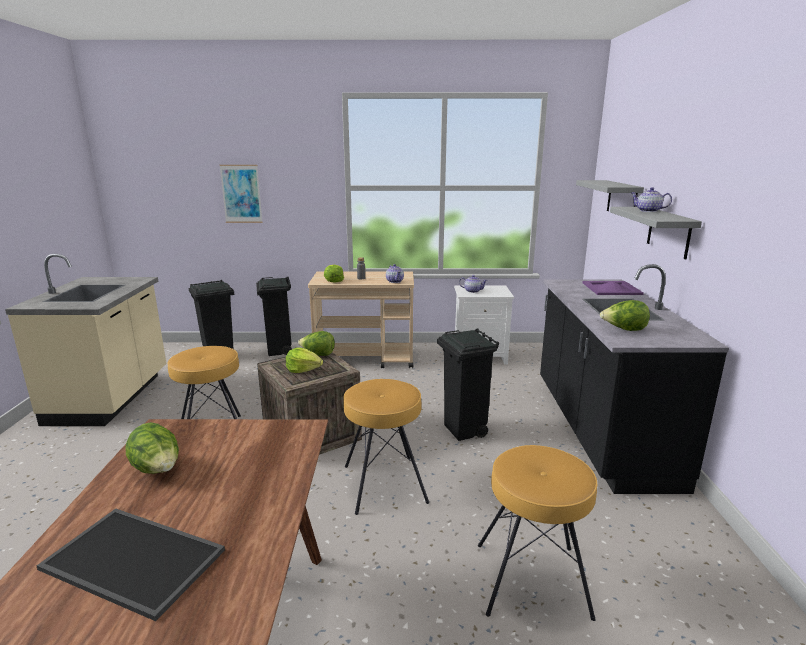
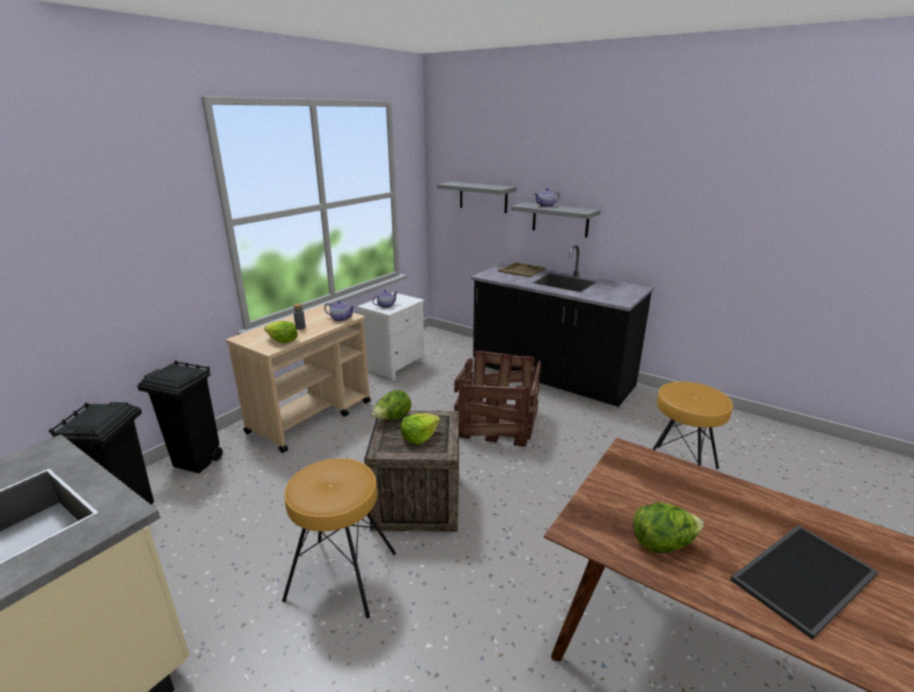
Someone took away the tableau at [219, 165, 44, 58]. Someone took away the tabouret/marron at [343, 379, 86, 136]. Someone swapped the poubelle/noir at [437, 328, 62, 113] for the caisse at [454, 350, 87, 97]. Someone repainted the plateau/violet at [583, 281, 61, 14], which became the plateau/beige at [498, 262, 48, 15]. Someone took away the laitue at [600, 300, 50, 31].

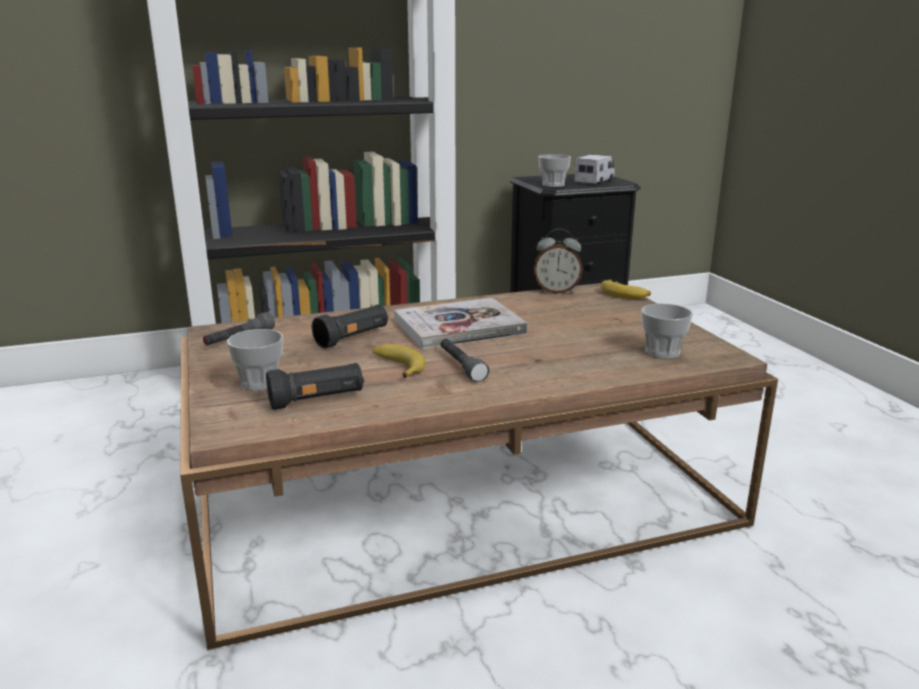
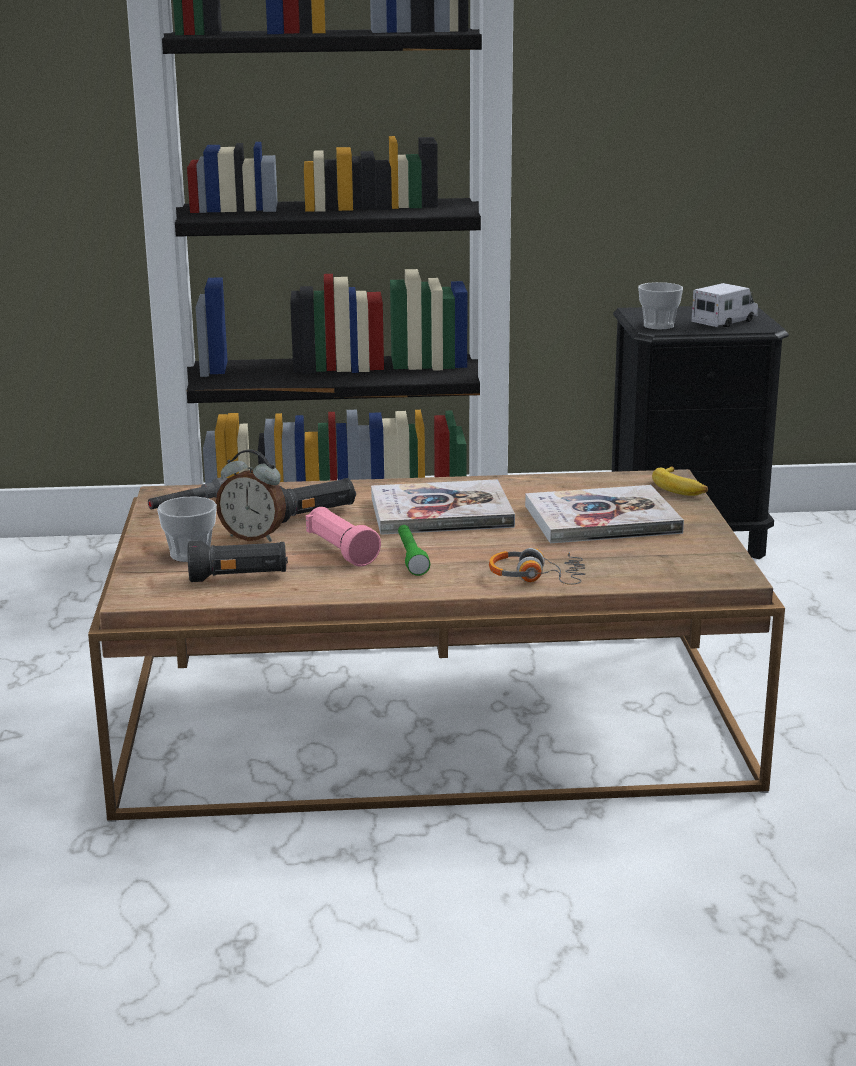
Someone swapped the banane at [373, 344, 52, 34] for the lampe de poche/rose at [306, 507, 75, 60]. Someone repainted the lampe de poche/gris at [441, 339, 48, 43], which became the lampe de poche/vert at [398, 525, 32, 51]. Someone carried the réveil from [534, 229, 49, 65] to [216, 450, 70, 92]. Someone took away the tasse at [641, 303, 52, 56]. Someone put down the casque audio at [489, 548, 97, 37]. Someone put down the livre at [525, 485, 159, 58].

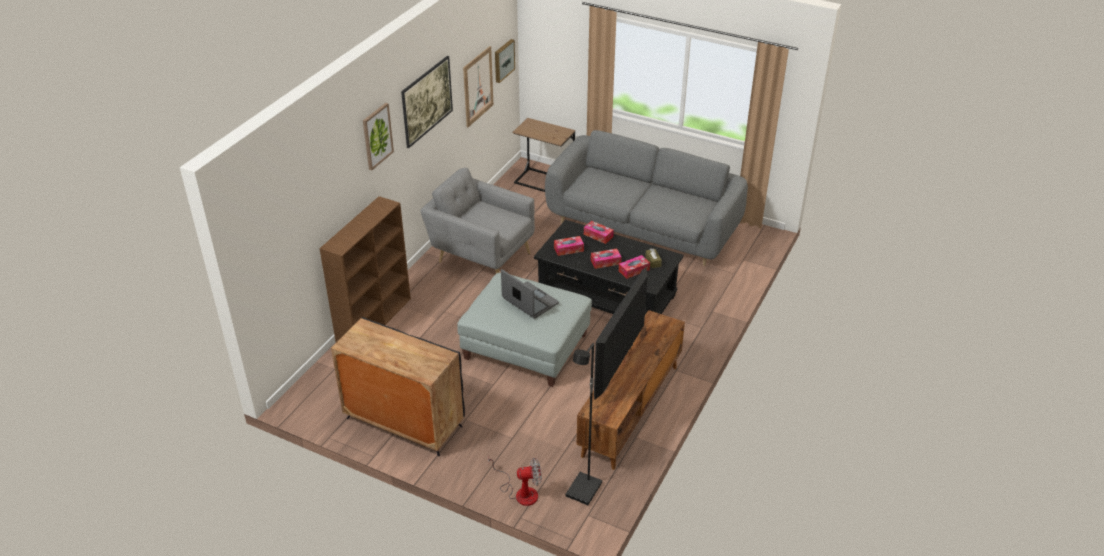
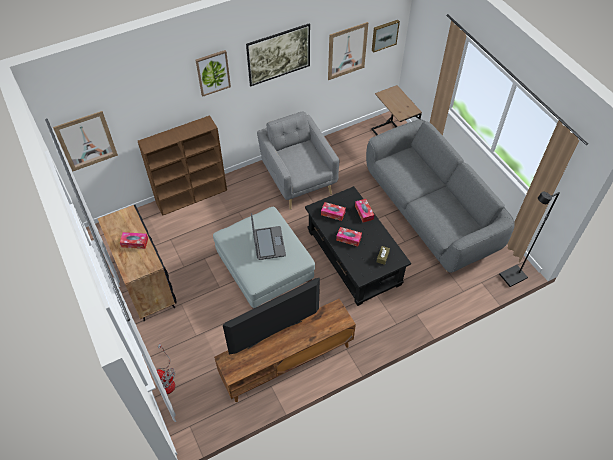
Someone carried the lampadaire/noir from [566, 343, 36, 162] to [499, 192, 61, 95]. Someone carried the boîte à mouchoirs from [619, 255, 31, 24] to [120, 232, 28, 17]. Someone put up the tableau at [53, 111, 65, 61].

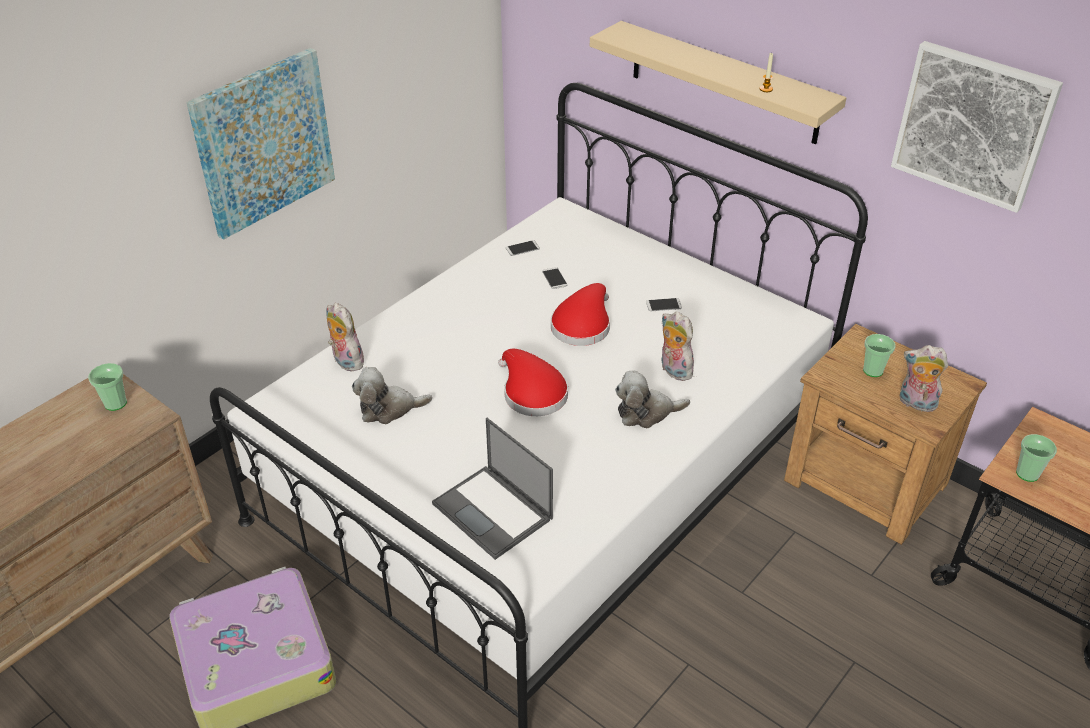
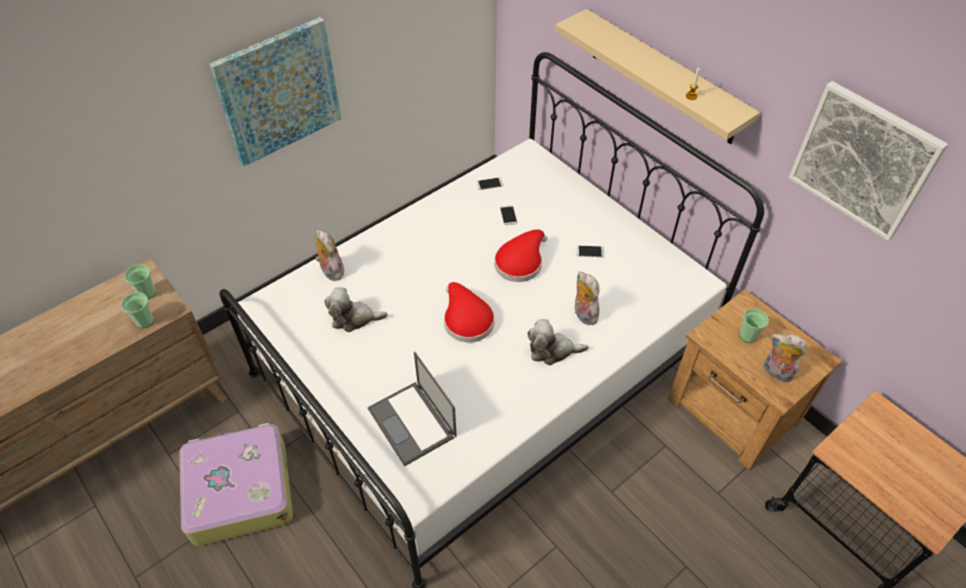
Someone carried the tasse from [1016, 434, 41, 48] to [121, 292, 33, 36].

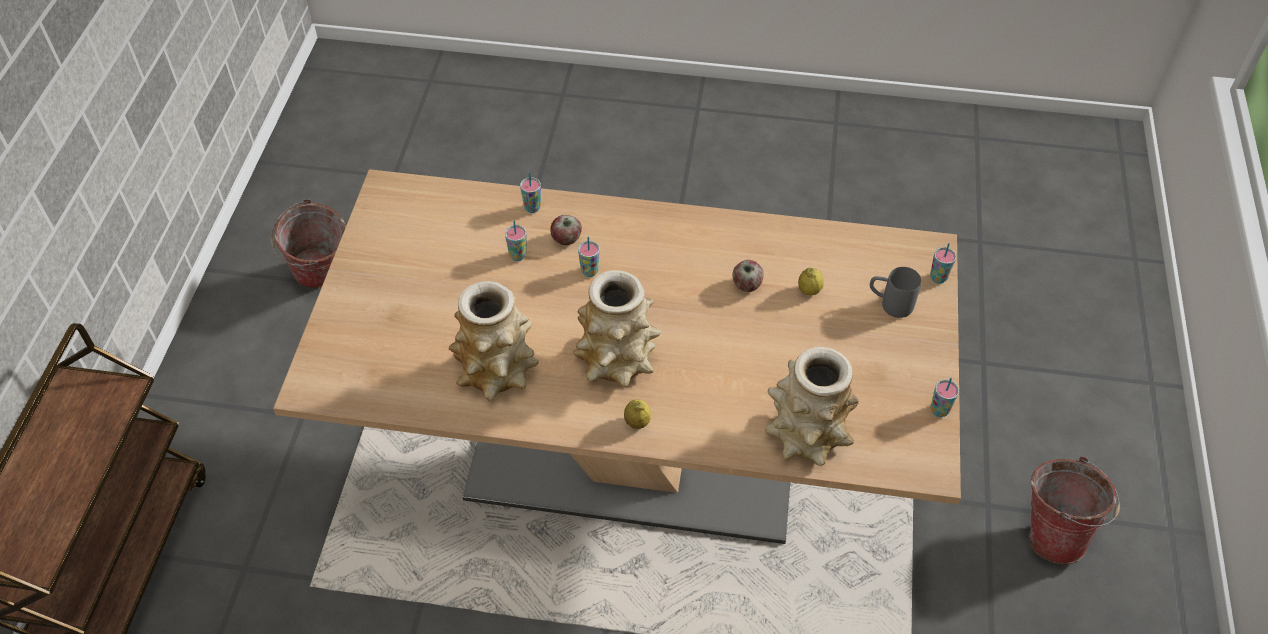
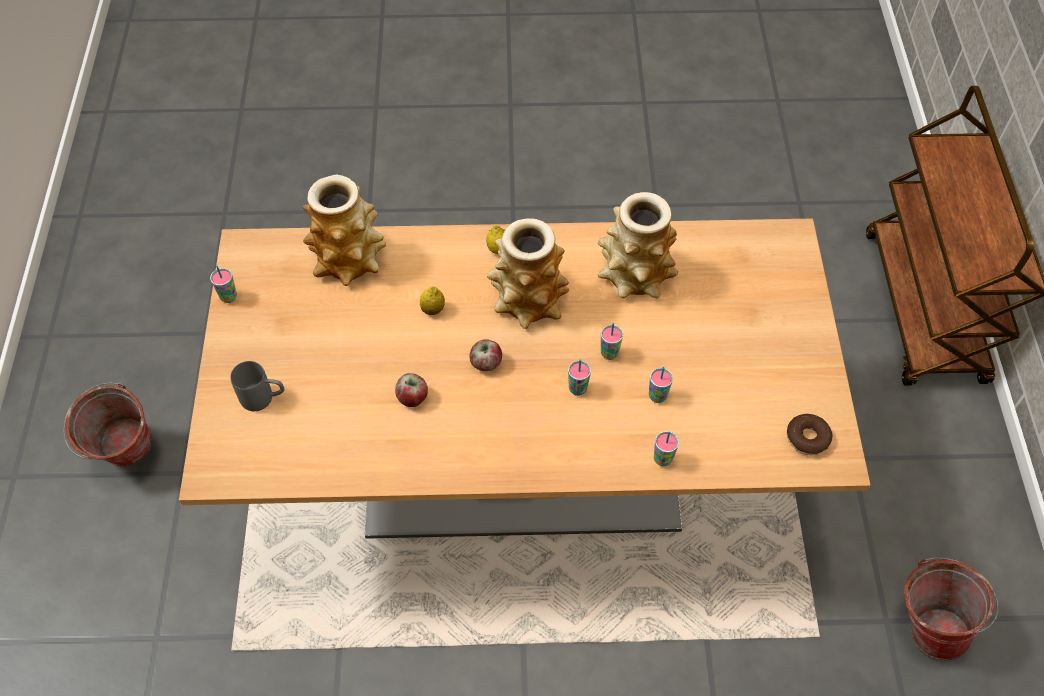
Someone carried the pomme from [550, 215, 32, 30] to [470, 339, 32, 32]. Someone carried the citron from [798, 268, 26, 27] to [420, 286, 25, 29]. Someone carried the tasse from [930, 243, 26, 41] to [601, 323, 22, 37]. Someone put down the beignet at [787, 414, 45, 41].

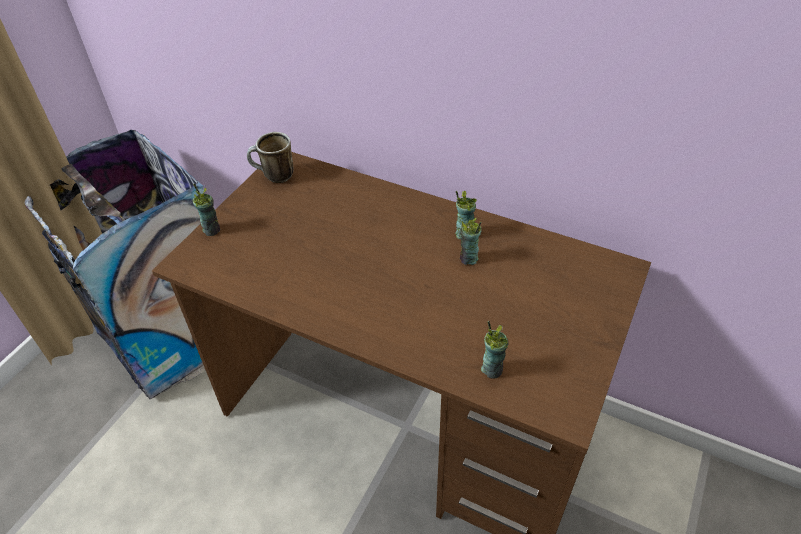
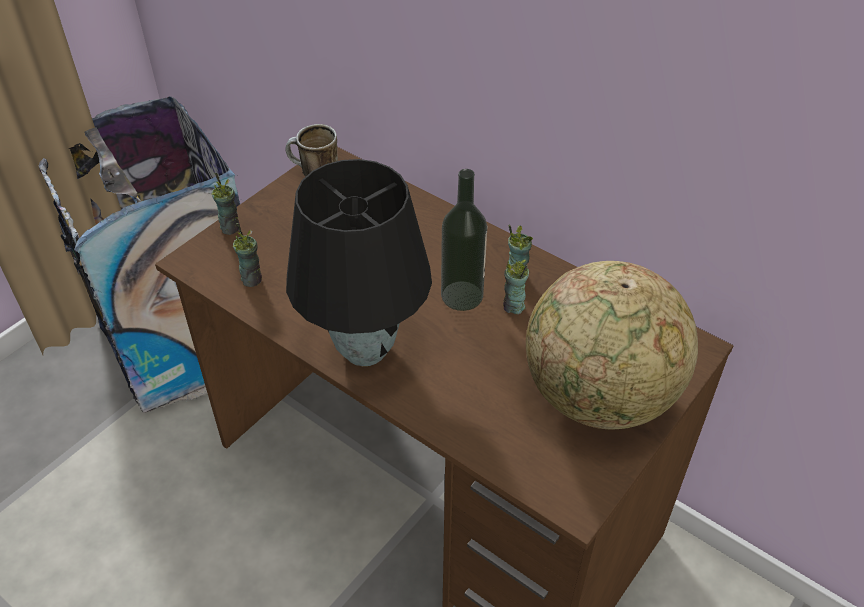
Someone carried the tasse from [481, 321, 27, 57] to [233, 223, 29, 64]. Someone put down the lampe de table/noir at [286, 159, 146, 207]. Someone put down the bouteille at [441, 169, 47, 142]. Someone put down the globe at [526, 261, 172, 169].

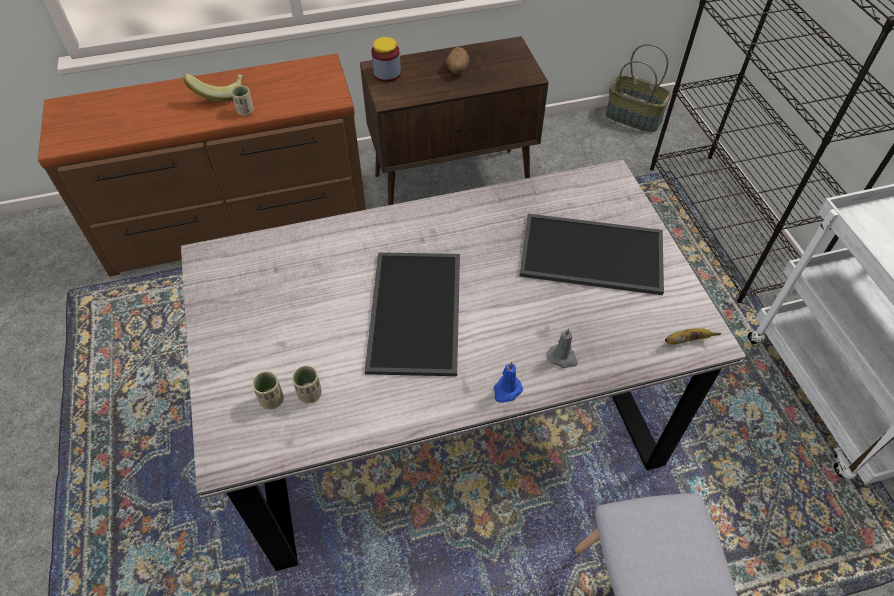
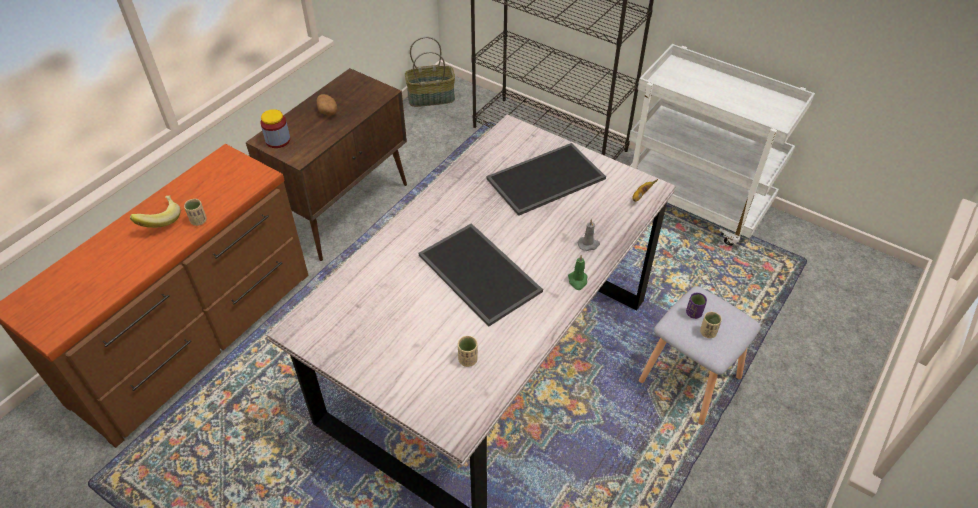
Someone carried the tasse/beige from [252, 371, 32, 39] to [700, 312, 22, 26]. Someone repainted the bougie/bleu at [494, 362, 29, 41], which became the bougie/vert at [568, 255, 20, 35]. Someone put down the tasse/violet at [686, 293, 21, 26].

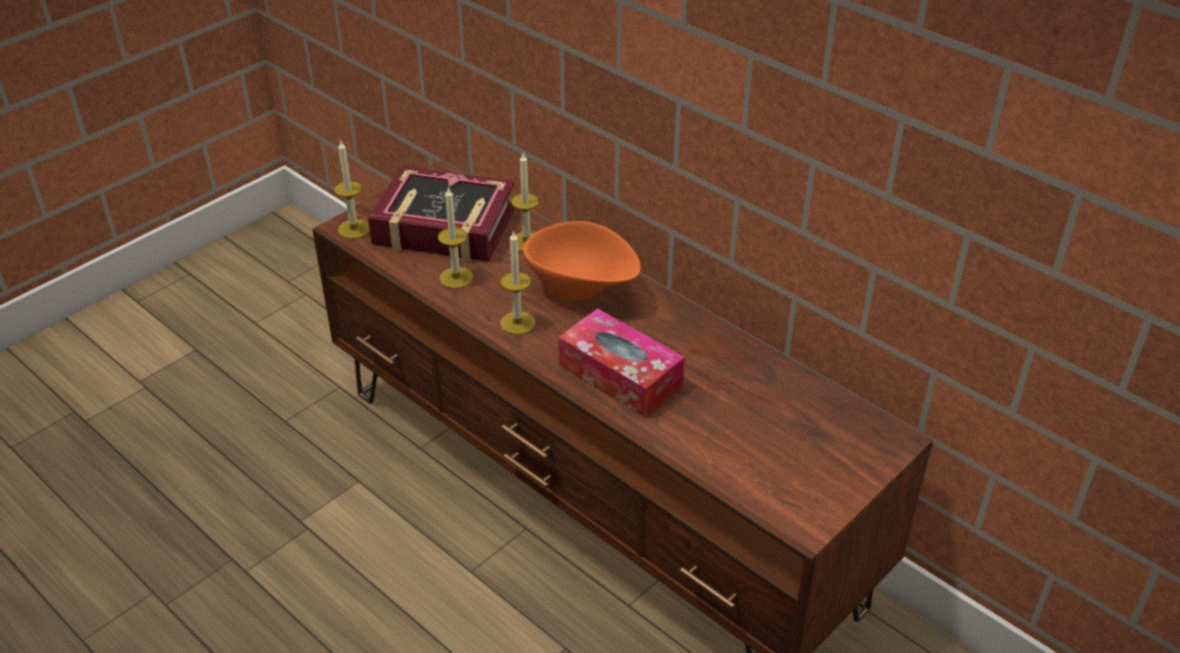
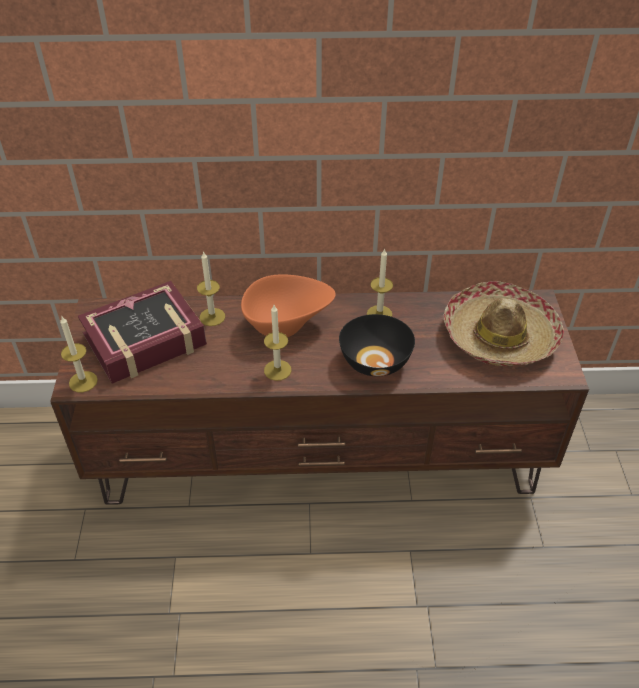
Someone carried the bougie from [438, 186, 35, 103] to [367, 248, 26, 69]. Someone swapped the boîte à mouchoirs at [558, 308, 126, 109] for the bol/noir at [339, 314, 76, 63]. Someone put down the chapeau at [444, 281, 120, 85].

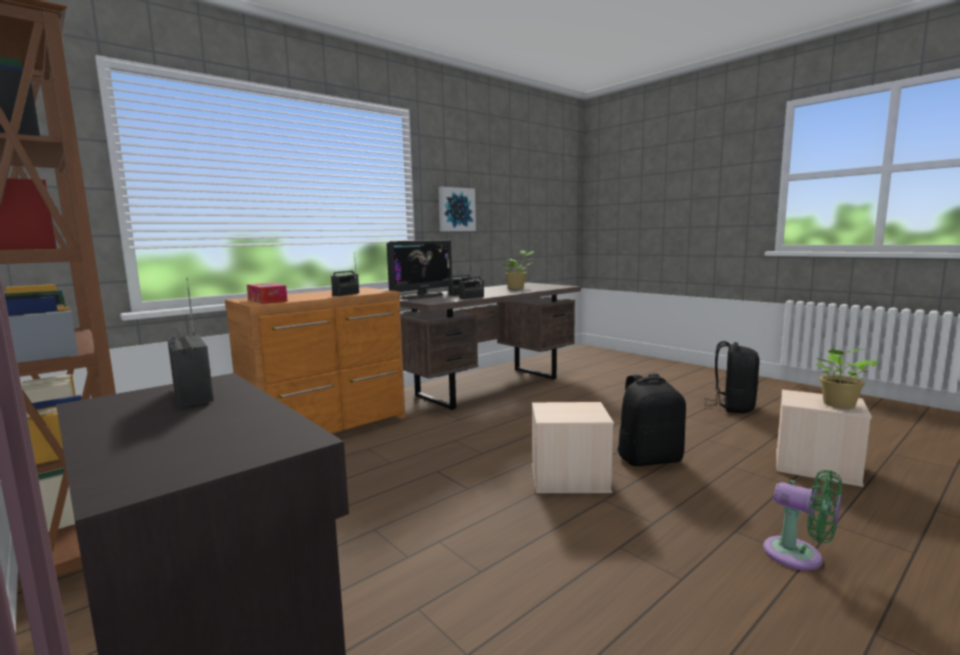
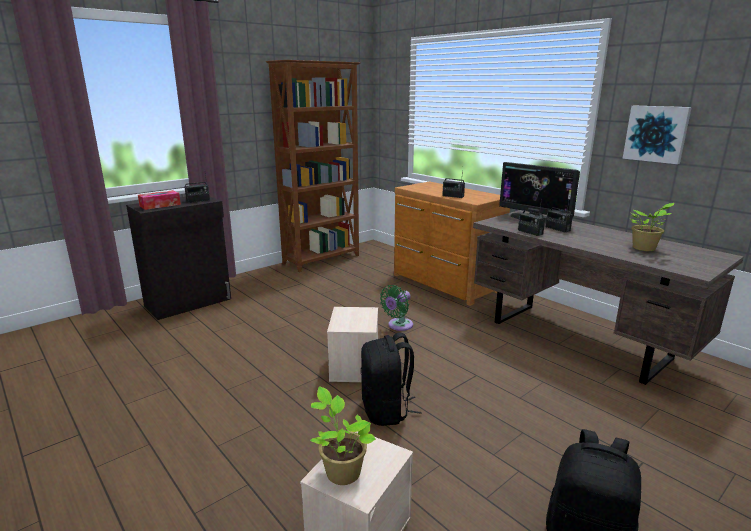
Someone carried the boîte à mouchoirs from [247, 283, 41, 21] to [138, 190, 43, 20]. Someone carried the ventilateur/vert from [763, 470, 79, 101] to [380, 285, 33, 46].

